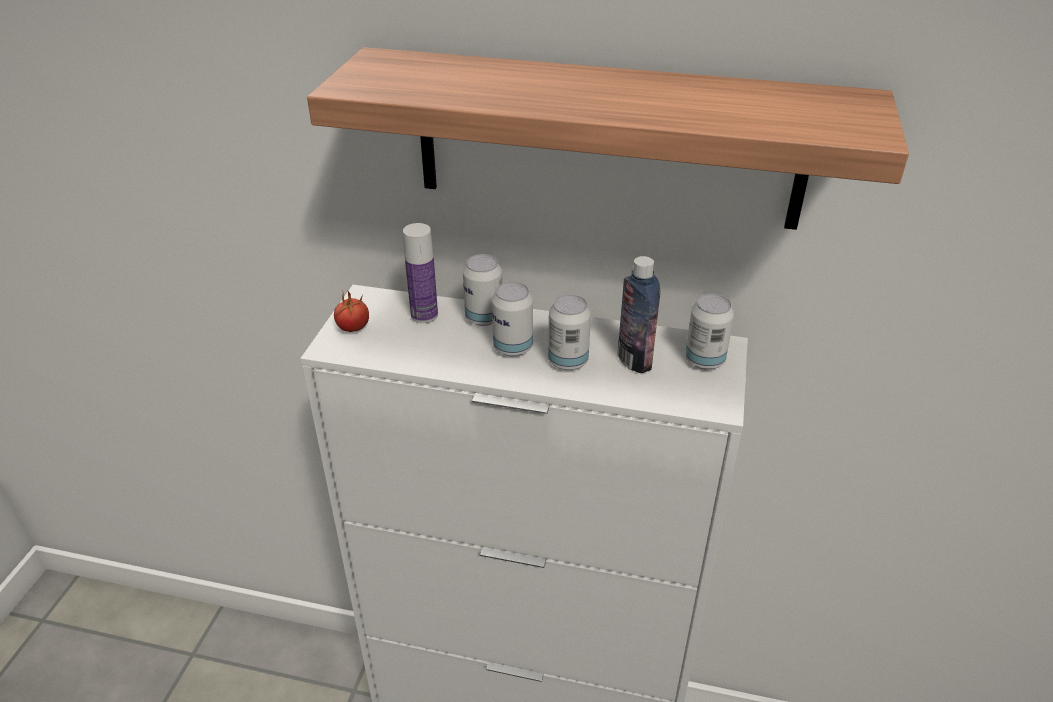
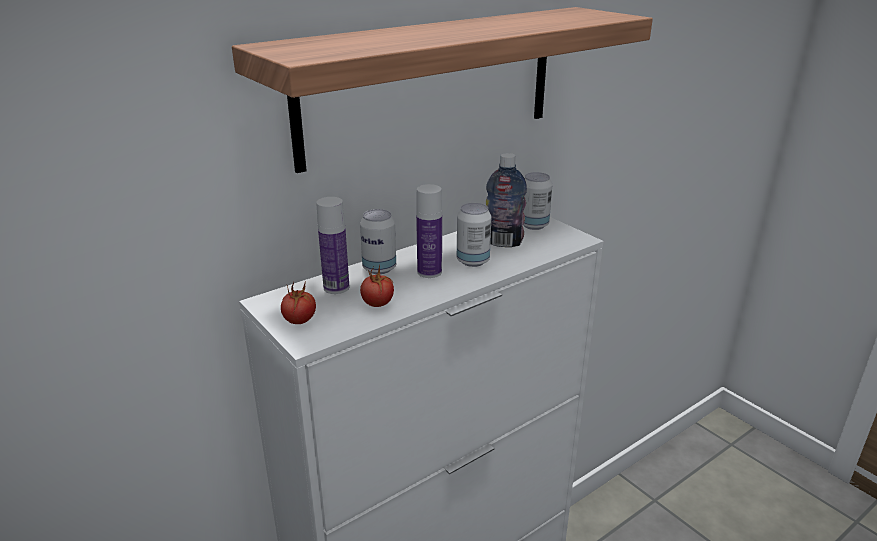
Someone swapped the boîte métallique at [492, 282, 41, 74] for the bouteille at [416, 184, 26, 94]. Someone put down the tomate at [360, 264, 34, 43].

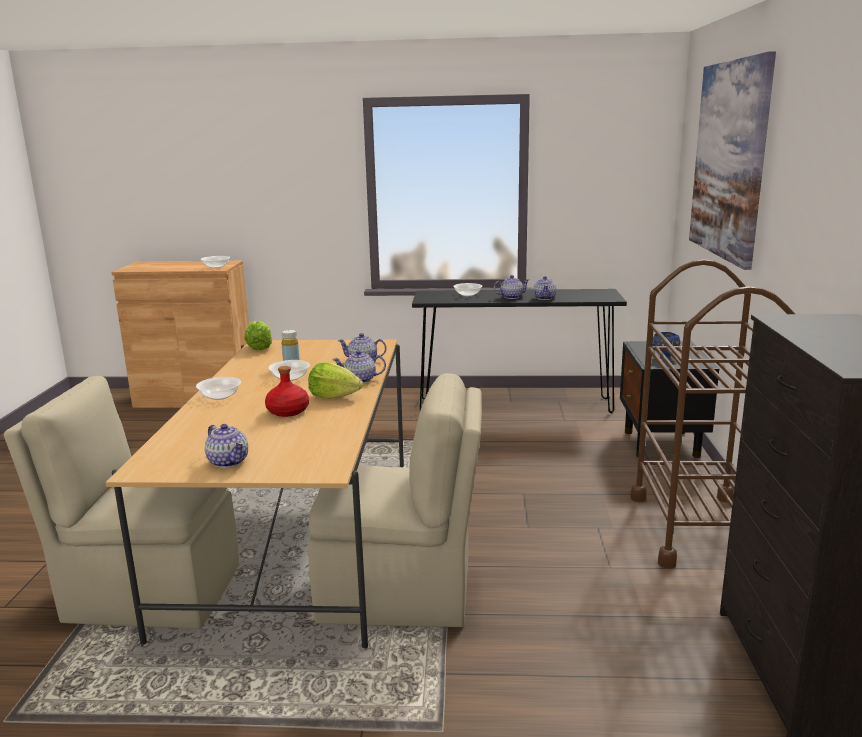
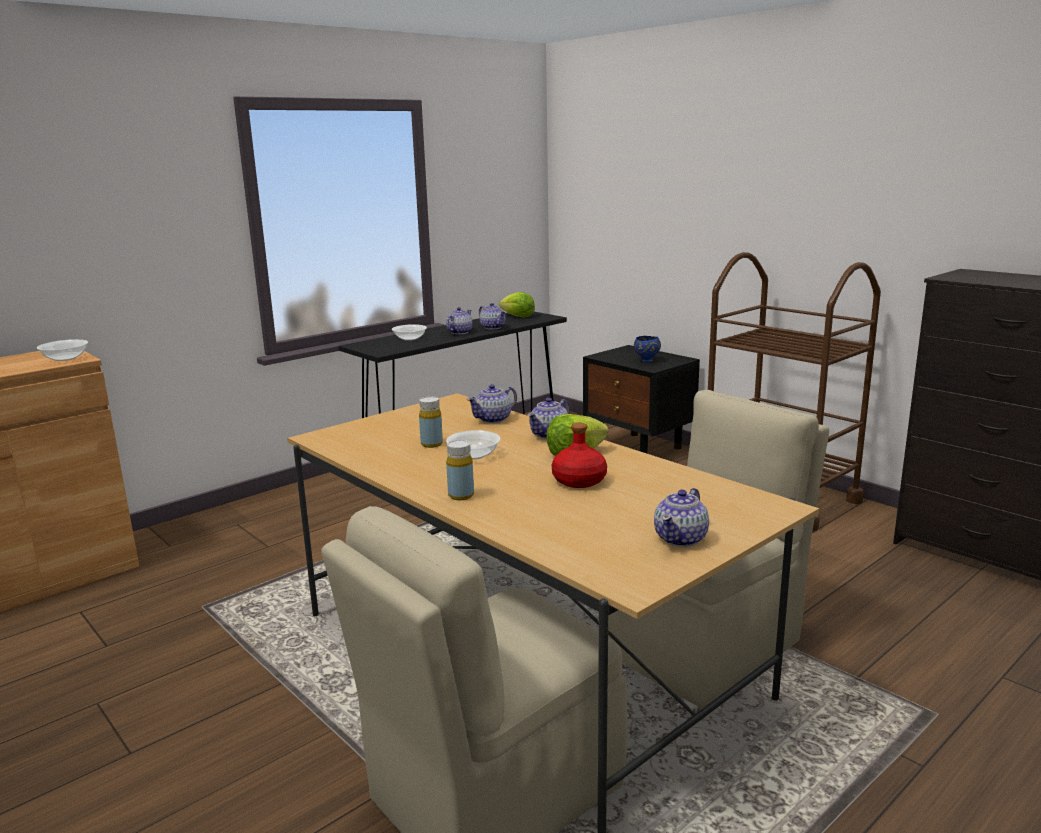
Someone swapped the bol at [196, 377, 45, 23] for the bouteille/jaune at [446, 440, 28, 60]. Someone rotated the théière at [205, 424, 43, 44] by 120 degrees clockwise. Someone carried the laitue from [244, 321, 28, 30] to [499, 292, 36, 25]. Someone took away the tableau at [689, 51, 87, 219].

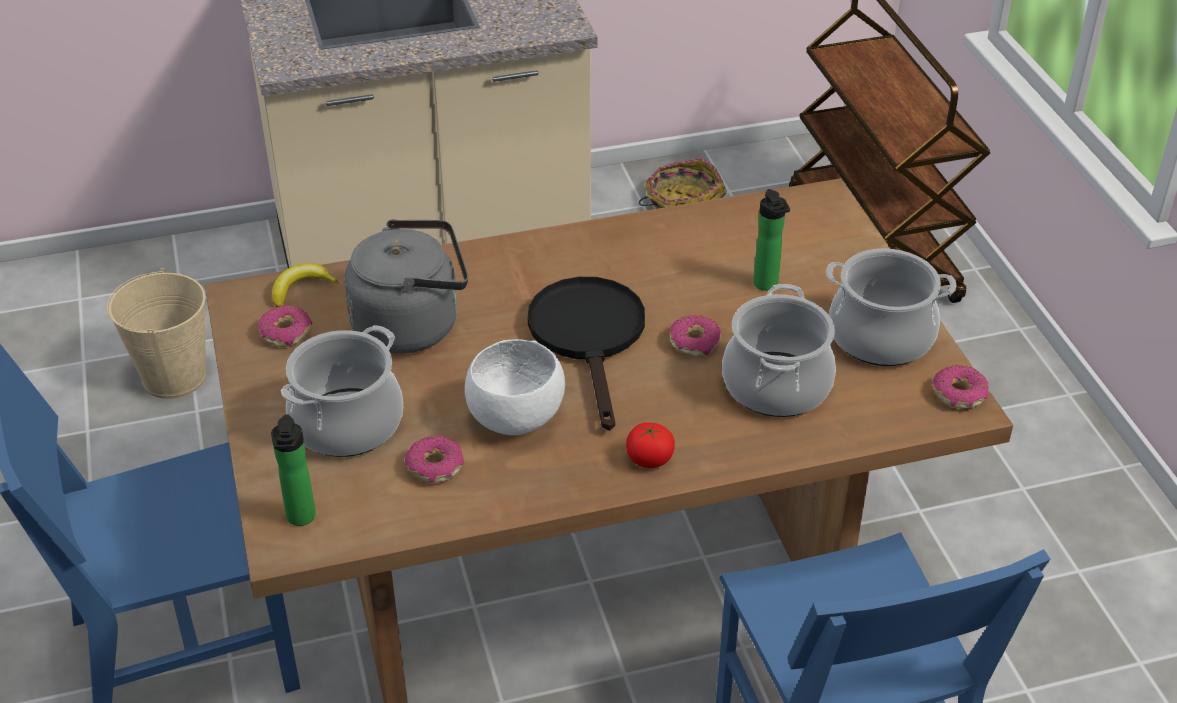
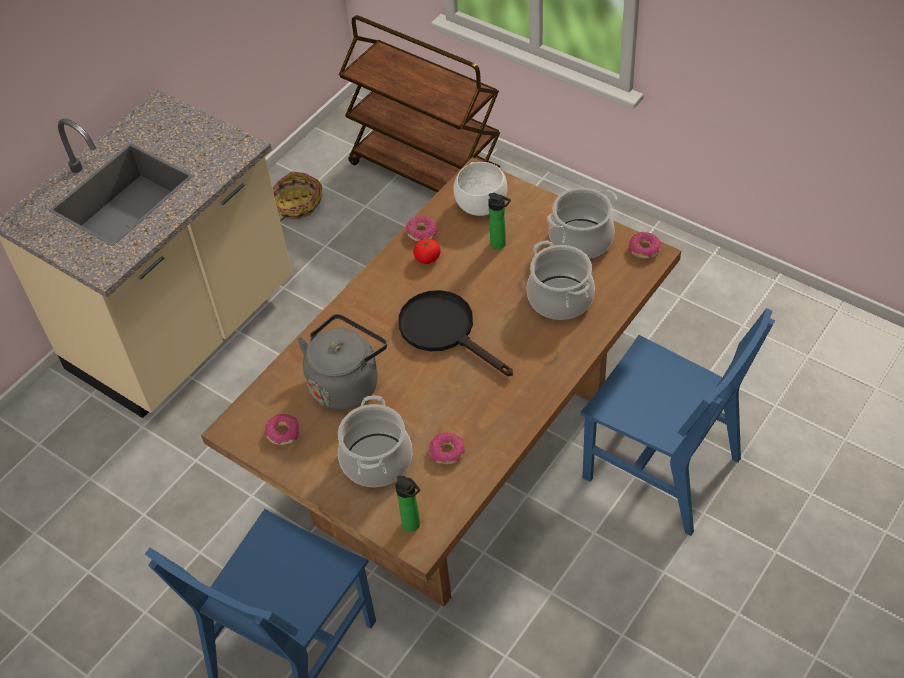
Someone took away the seau/beige at [107, 268, 100, 131]. Someone took away the banane at [271, 263, 68, 44]. Someone carried the bol/blanc from [465, 339, 100, 96] to [453, 162, 54, 54]. Someone carried the tomate from [626, 422, 49, 46] to [413, 238, 28, 26]. Someone carried the beignet from [670, 315, 51, 42] to [406, 216, 31, 25].

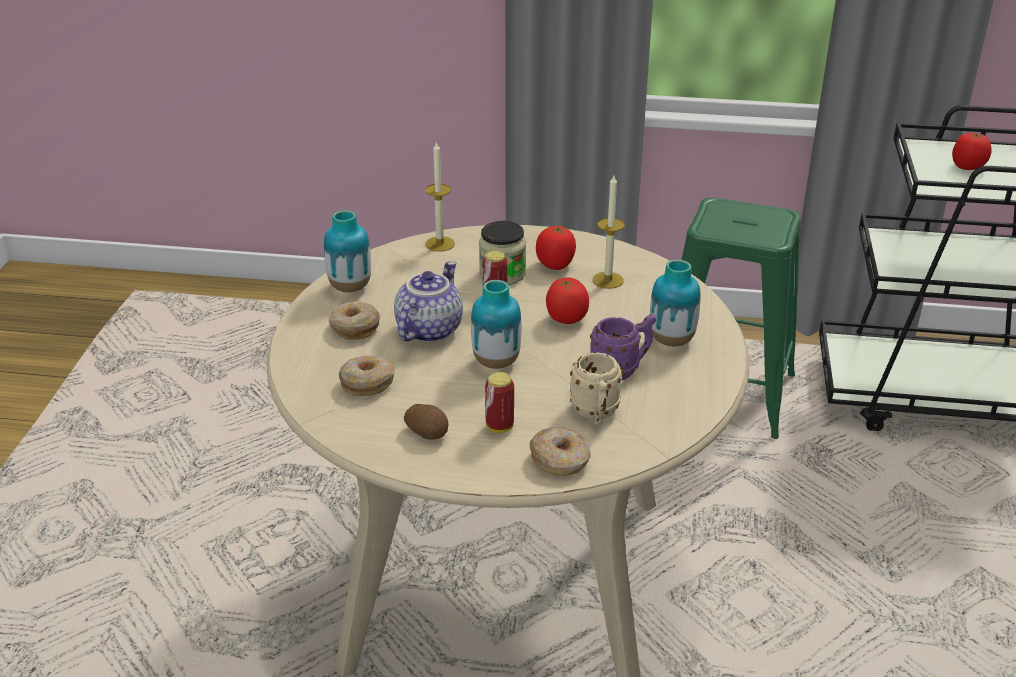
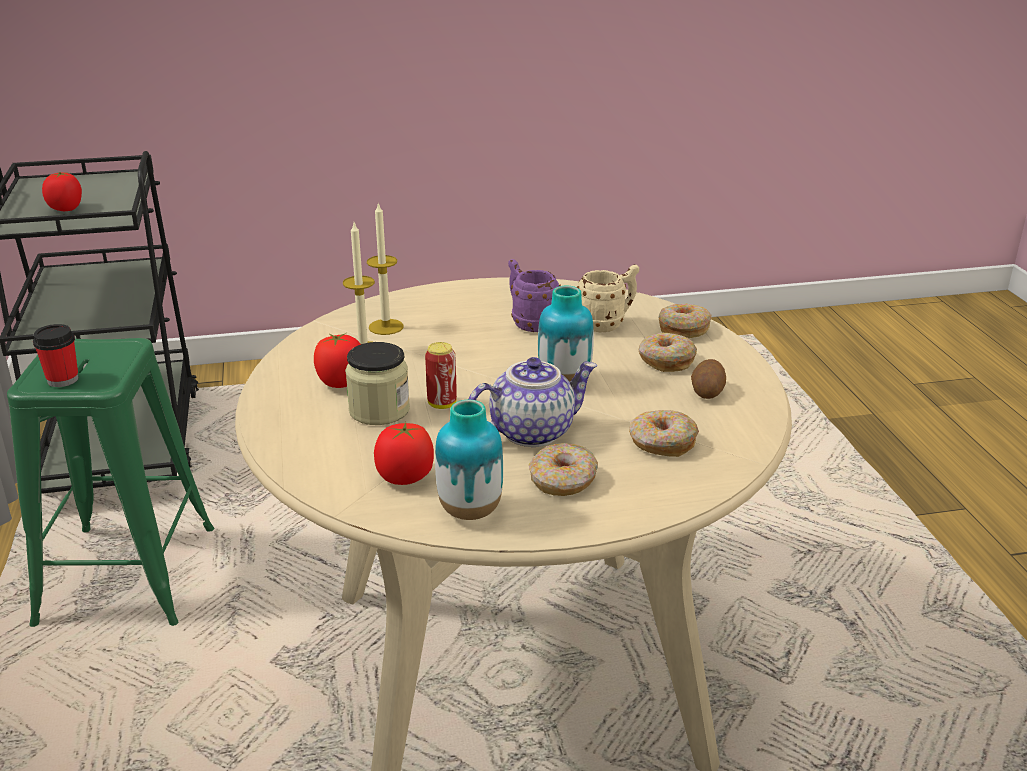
Someone rotated the théière at [394, 261, 69, 81] by 150 degrees clockwise. Someone carried the bougie from [425, 141, 30, 111] to [367, 202, 37, 133]. Someone swapped the boîte métallique at [485, 372, 29, 61] for the beignet at [639, 333, 58, 39]. Someone carried the tomate from [546, 277, 43, 47] to [374, 422, 60, 63]. Someone took away the vase at [650, 259, 50, 87]. Someone put down the tasse at [33, 324, 46, 63].

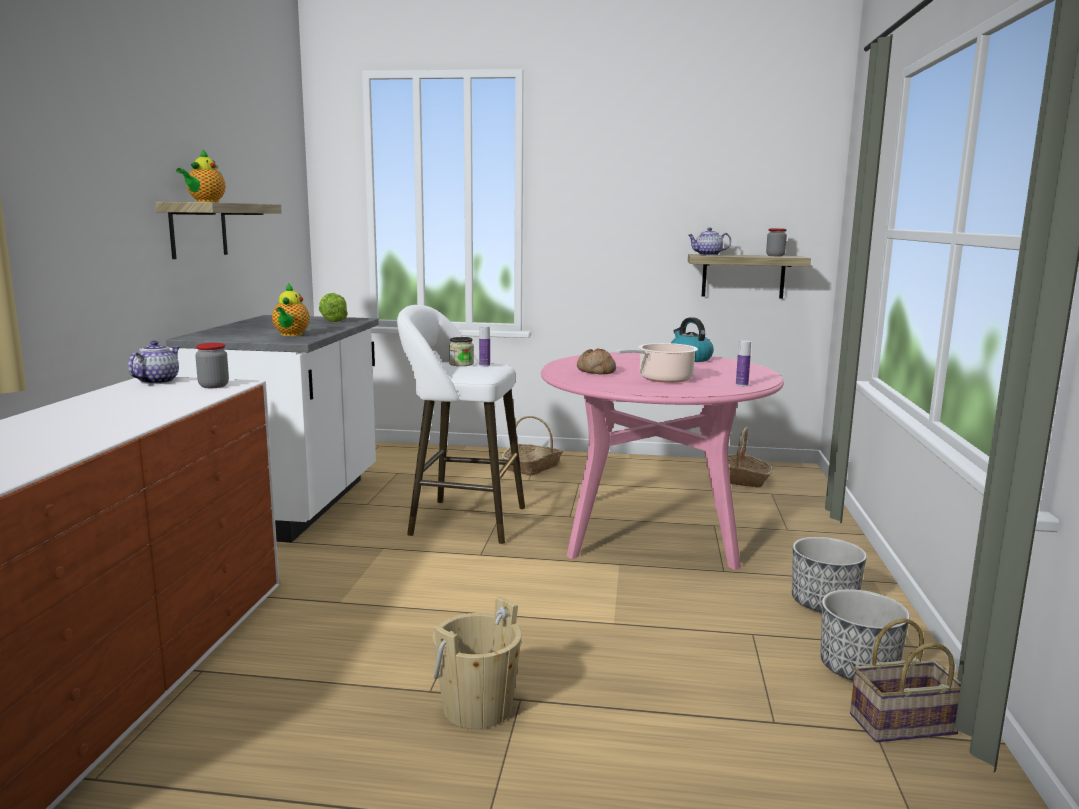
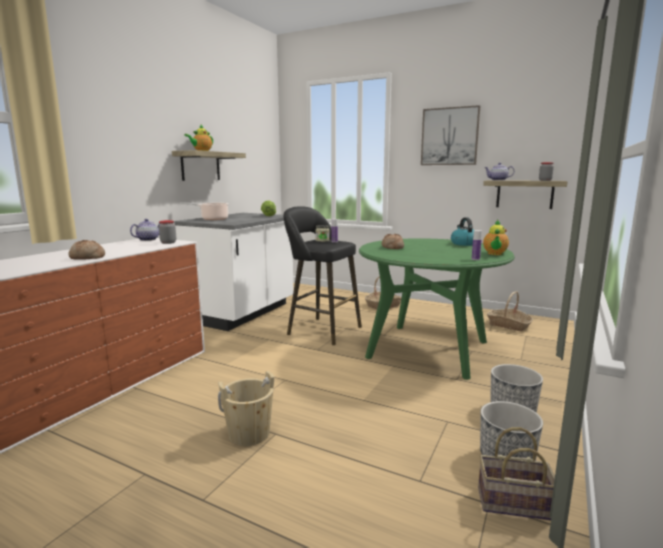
Someone carried the théière from [272, 283, 38, 53] to [483, 220, 26, 35]. Someone repainted the tabouret/blanc at [397, 305, 128, 239], which became the tabouret/noir at [283, 206, 79, 139]. Someone repainted the table à manger/rose at [541, 352, 243, 218], which became the table à manger/vert at [359, 238, 156, 142]. Someone carried the marmite from [615, 343, 83, 40] to [180, 203, 49, 17]. Someone put down the pain at [68, 240, 37, 20]. Someone put up the tableau at [421, 105, 59, 60].

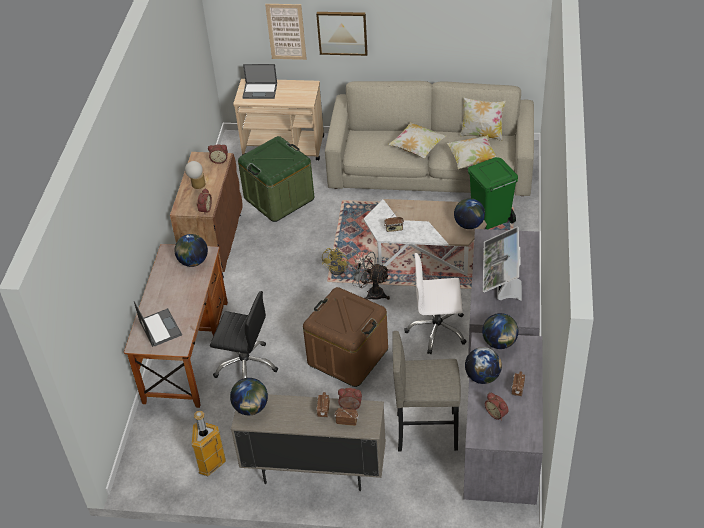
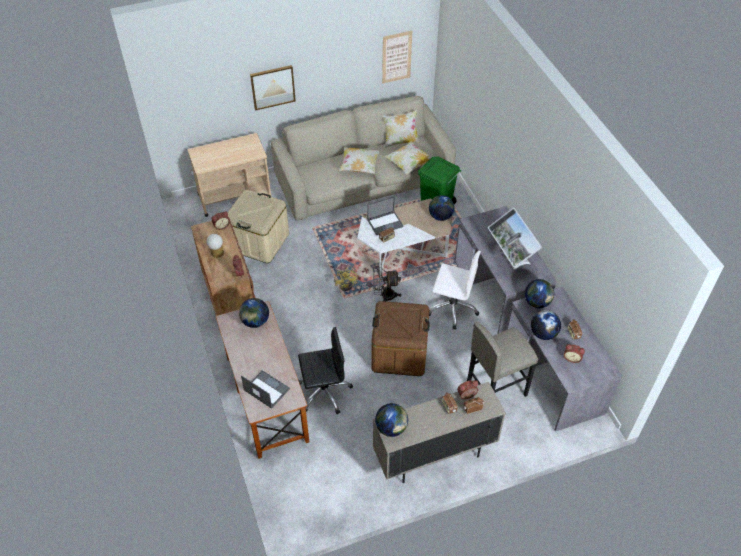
Someone took away the poubelle at [192, 411, 34, 65]. Someone repainted the boîte de rangement/vert at [238, 136, 76, 86], which became the boîte de rangement/beige at [227, 190, 62, 73]. Someone carried the ordinateur portable from [242, 64, 35, 35] to [367, 196, 36, 39]. Someone carried the tableau from [265, 4, 42, 56] to [382, 31, 30, 52]. Someone rotated the chaise de bureau/blanc at [404, 253, 63, 101] by 135 degrees counterclockwise.

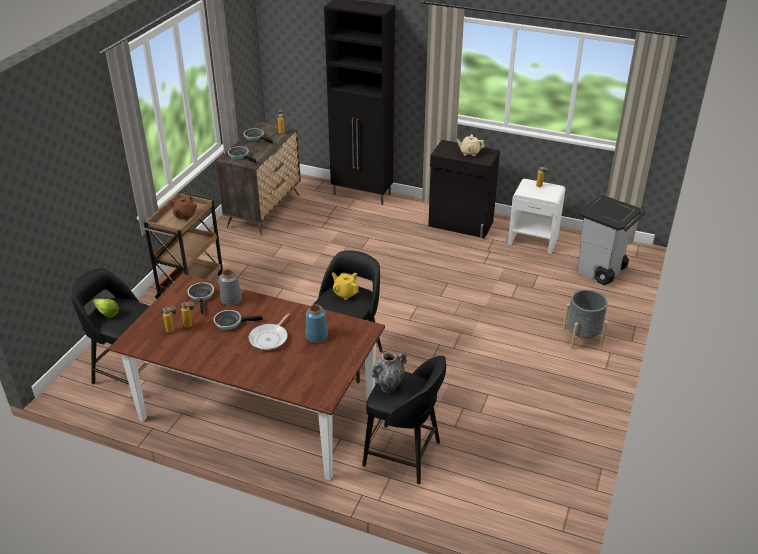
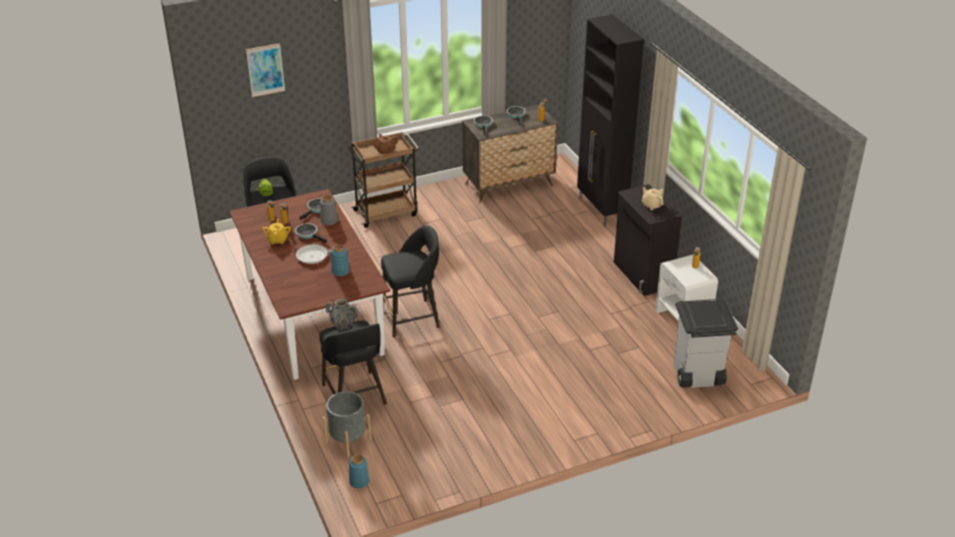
Someone carried the théière/jaune from [332, 273, 27, 27] to [262, 219, 29, 25]. Someone carried the cache-pot/gris from [563, 289, 45, 60] to [322, 391, 50, 66]. Someone put up the tableau at [246, 43, 39, 54]. Someone put down the vase/bleu at [349, 454, 20, 34].

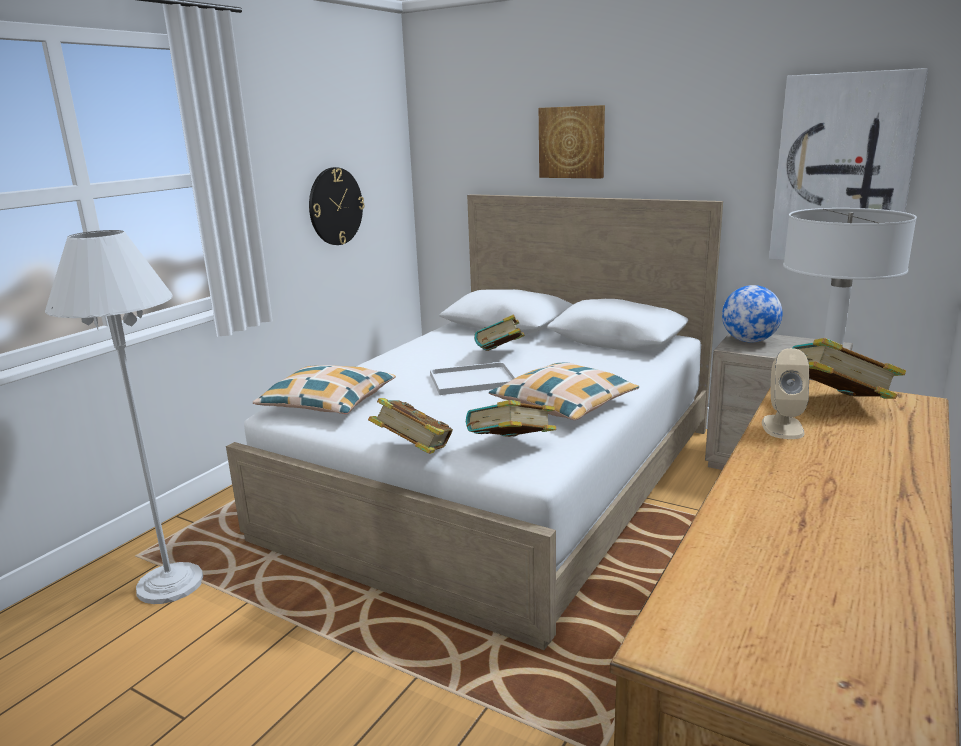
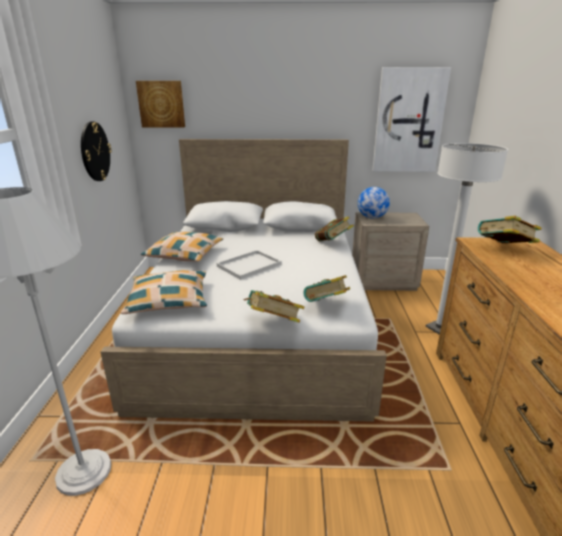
Someone carried the livre from [474, 315, 51, 36] to [315, 216, 39, 25]. Someone carried the coussin from [489, 363, 150, 57] to [140, 231, 83, 31]. Someone carried the tableau from [539, 105, 66, 73] to [136, 81, 49, 46]. Someone took away the enceinte/beige at [762, 348, 47, 91].

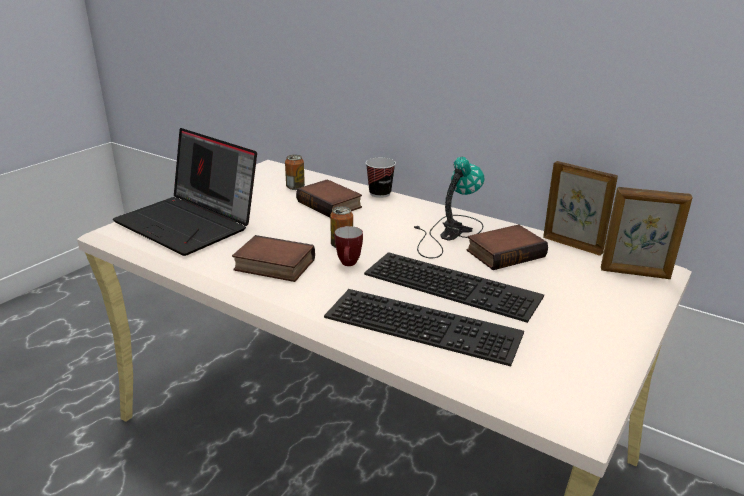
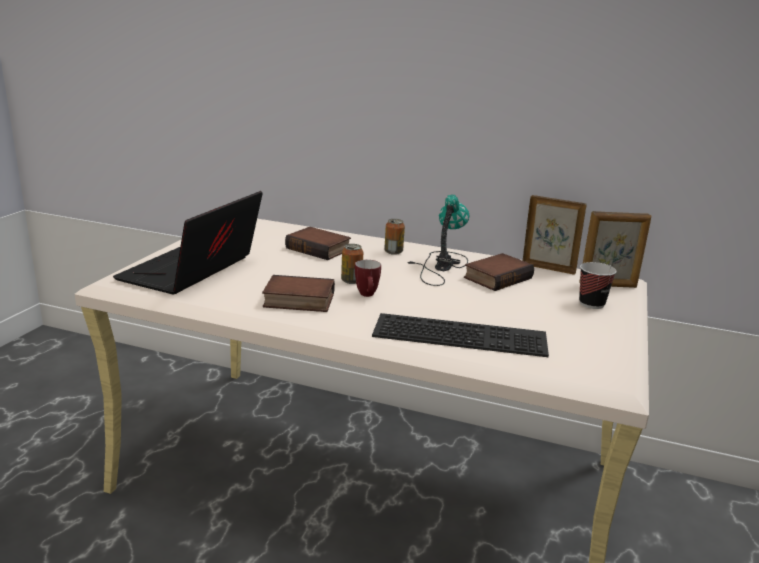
Someone rotated the ordinateur portable at [113, 128, 144, 128] by 90 degrees clockwise. Someone carried the boîte métallique from [285, 155, 20, 35] to [384, 219, 21, 36]. Someone took away the clavier at [364, 252, 180, 71]. Someone carried the tasse from [366, 158, 30, 40] to [579, 262, 38, 47].

